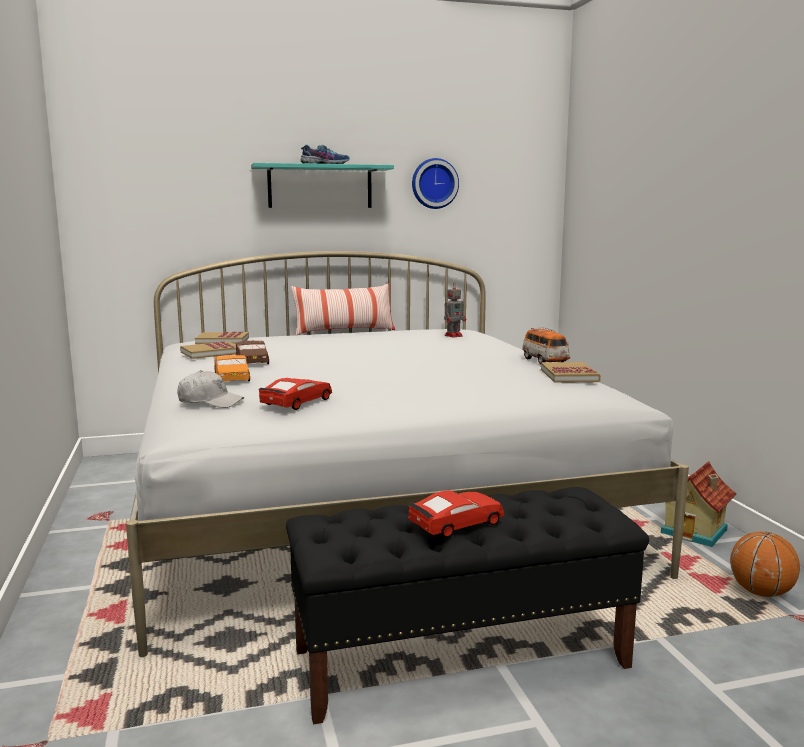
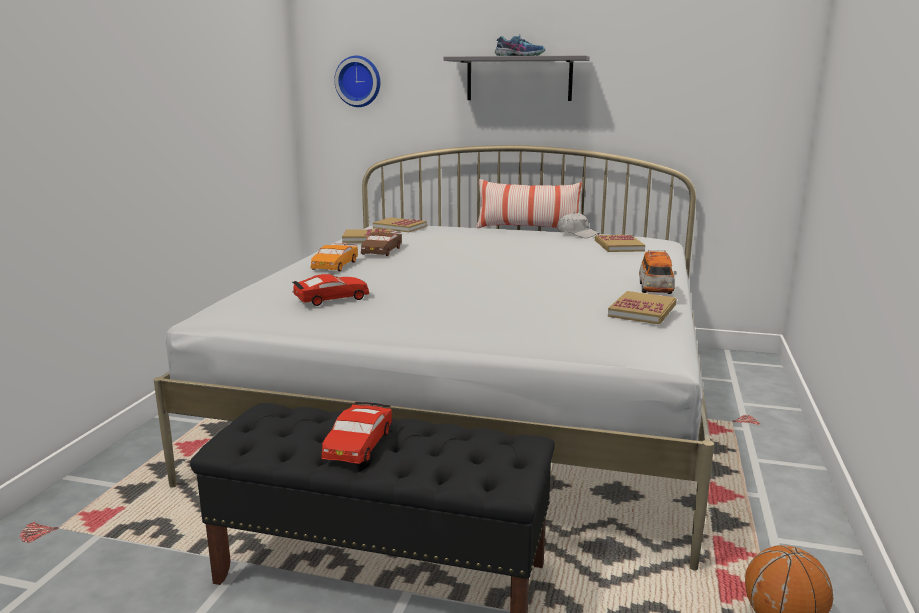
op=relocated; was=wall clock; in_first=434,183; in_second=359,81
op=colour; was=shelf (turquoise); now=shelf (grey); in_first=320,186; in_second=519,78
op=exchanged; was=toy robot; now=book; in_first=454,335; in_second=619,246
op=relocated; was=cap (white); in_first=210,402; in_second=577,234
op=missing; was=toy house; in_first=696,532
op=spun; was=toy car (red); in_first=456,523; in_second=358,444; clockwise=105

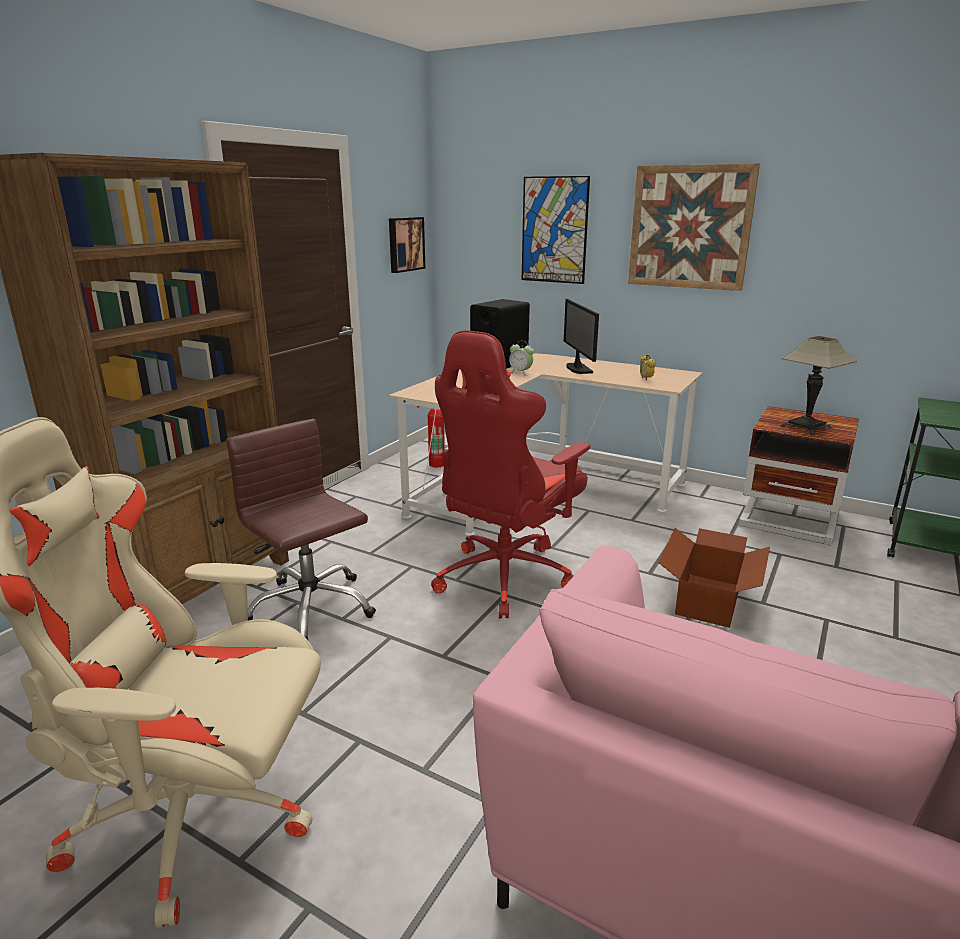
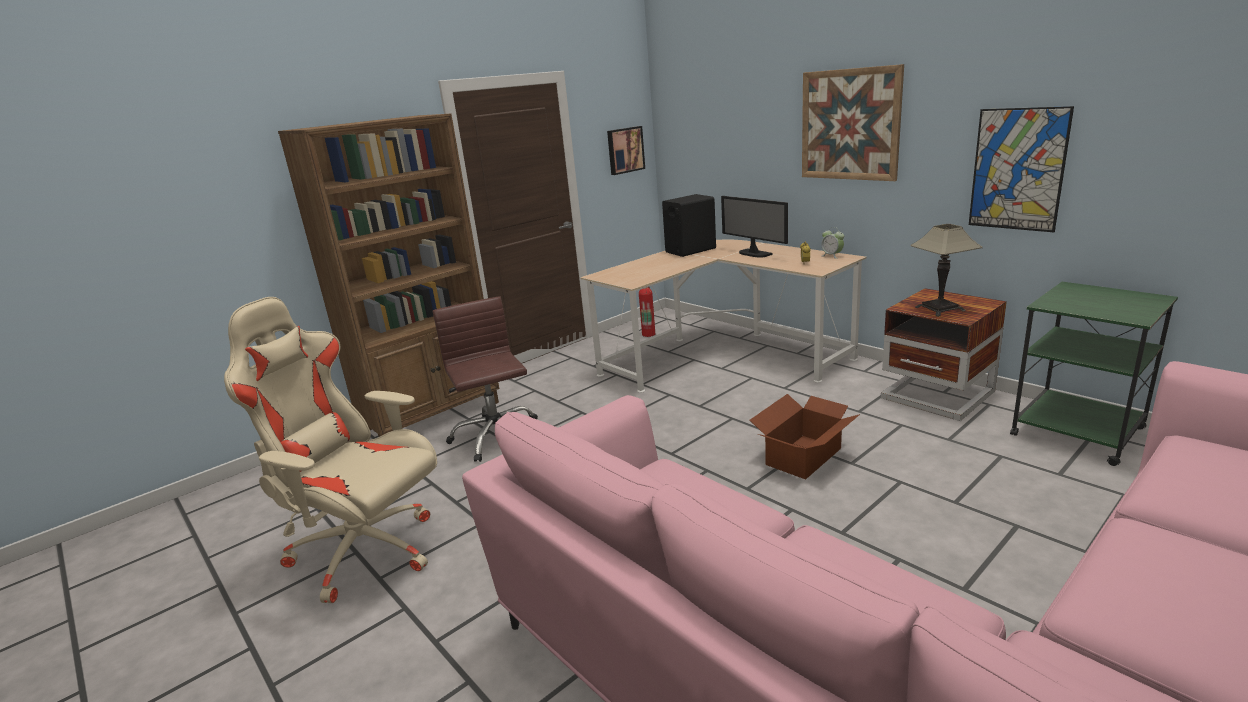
op=relocated; was=picture; in_first=554,230; in_second=1017,169
op=spun; was=monitor; in_first=578,369; in_second=754,254; clockwise=-45
op=missing; was=office chair (red); in_first=510,573
op=relocated; was=alarm clock; in_first=520,373; in_second=832,256

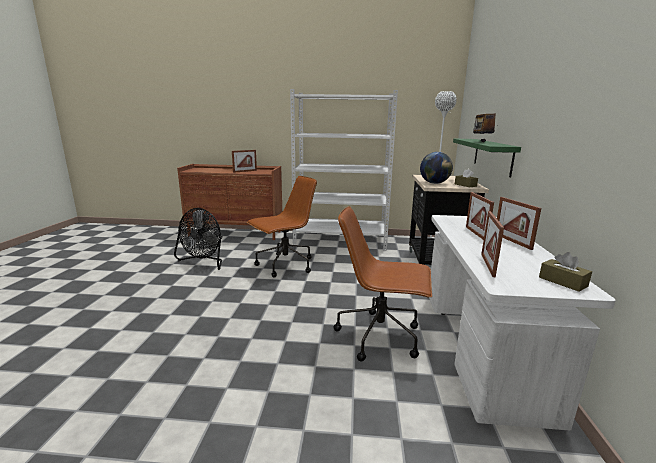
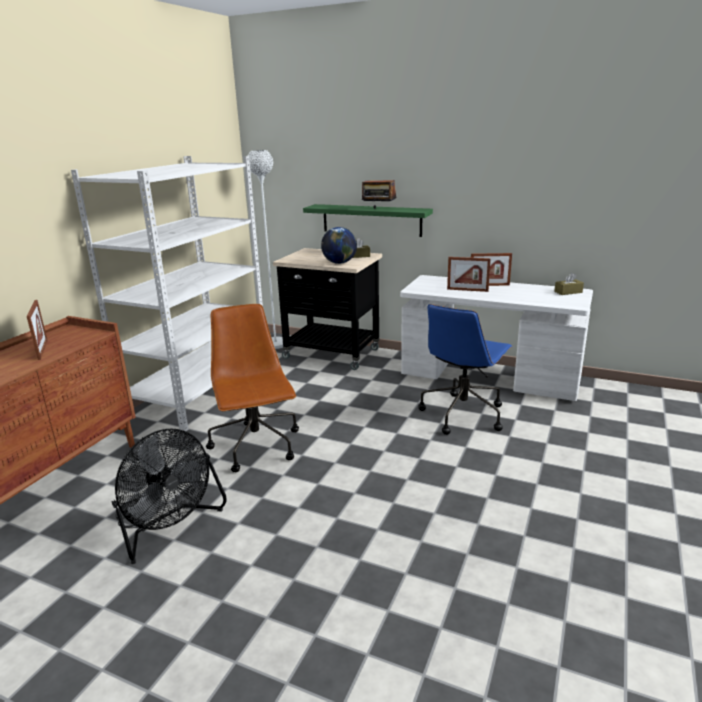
op=colour; was=office chair (brown); now=office chair (blue); in_first=380,336; in_second=463,414
op=missing; was=picture frame; in_first=487,265

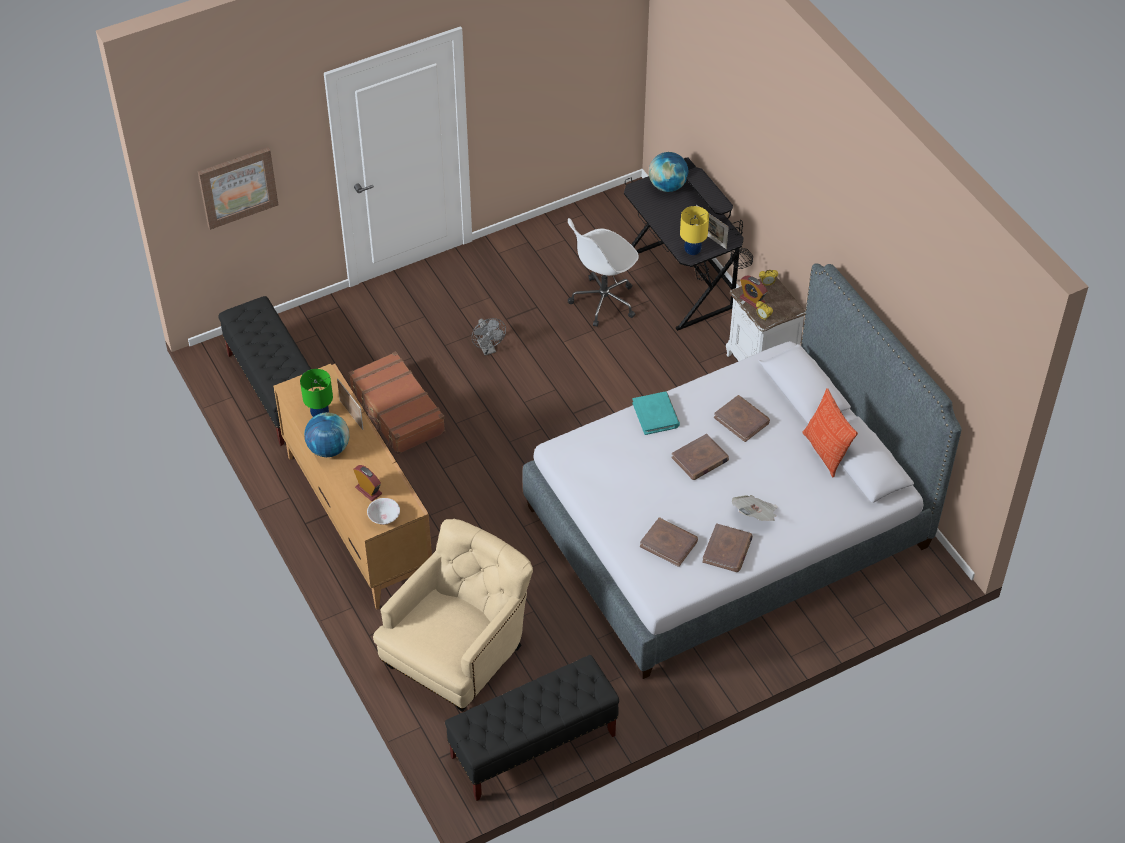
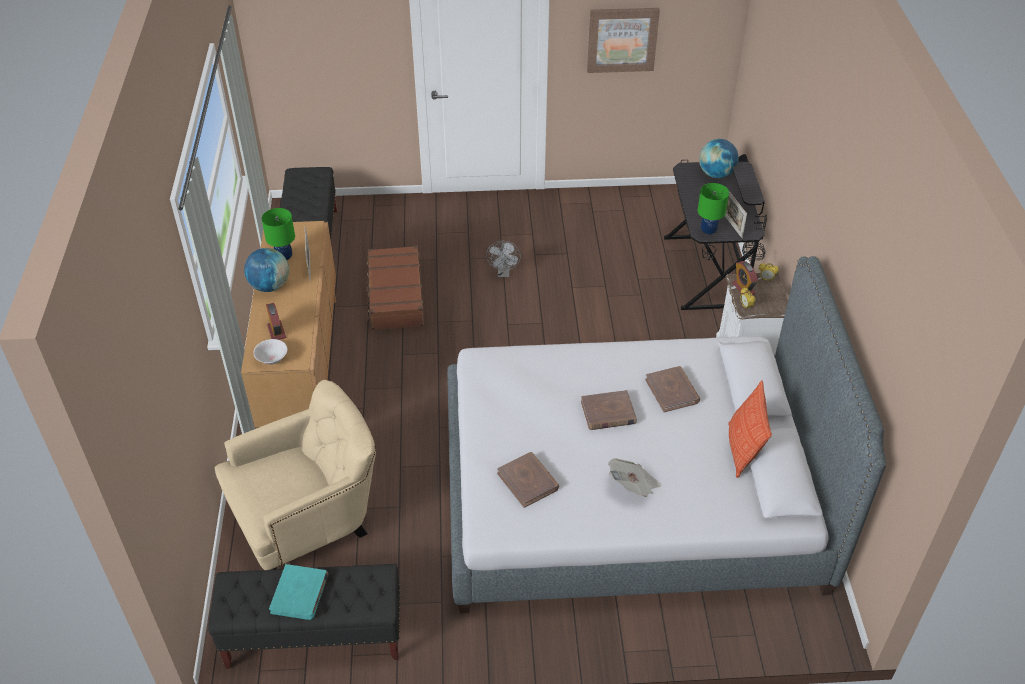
op=relocated; was=picture; in_first=237,187; in_second=622,39
op=colour; was=table lamp (yellow); now=table lamp (green); in_first=691,251; in_second=707,231
op=missing; was=office chair (white); in_first=602,303
op=relocated; was=book (turquoise); in_first=656,415; in_second=300,594
op=missing; was=book (brown); in_first=727,550

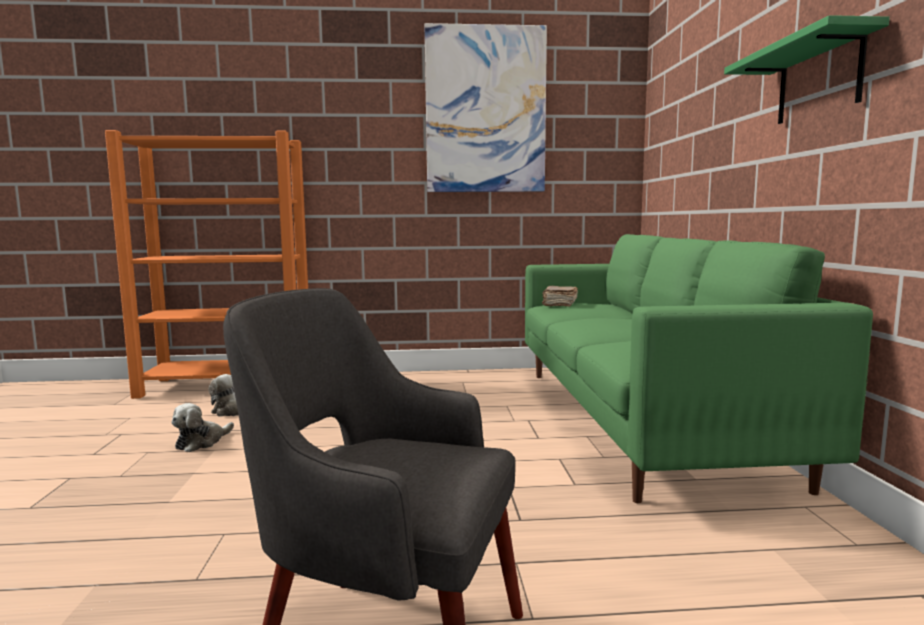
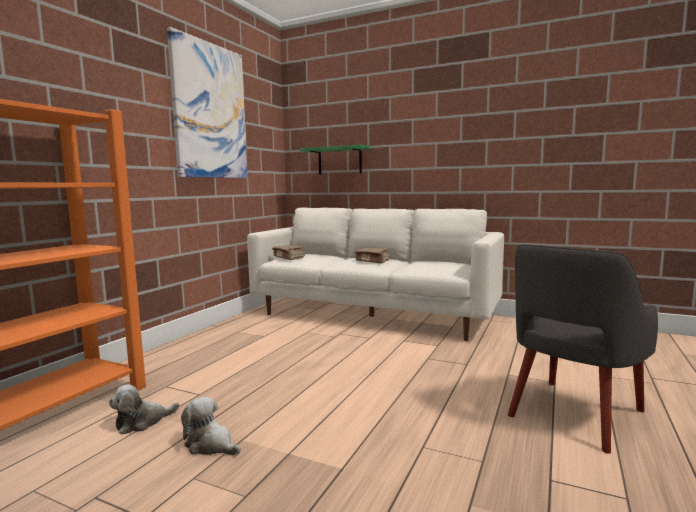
op=relocated; was=shelf (green); in_first=819,80; in_second=339,161
op=colour; was=sofa (green); now=sofa (white); in_first=636,420; in_second=373,315
op=spun; was=plush toy; in_first=201,442; in_second=211,445; clockwise=150
op=appeared; now=book (brown); in_second=372,261

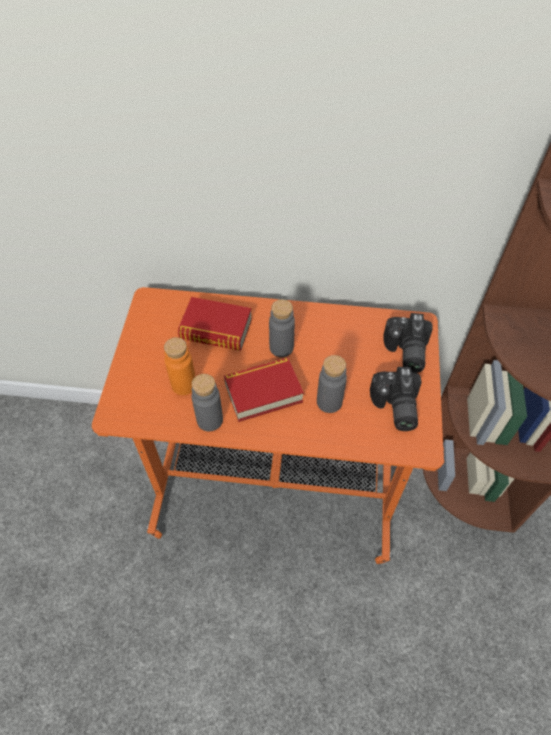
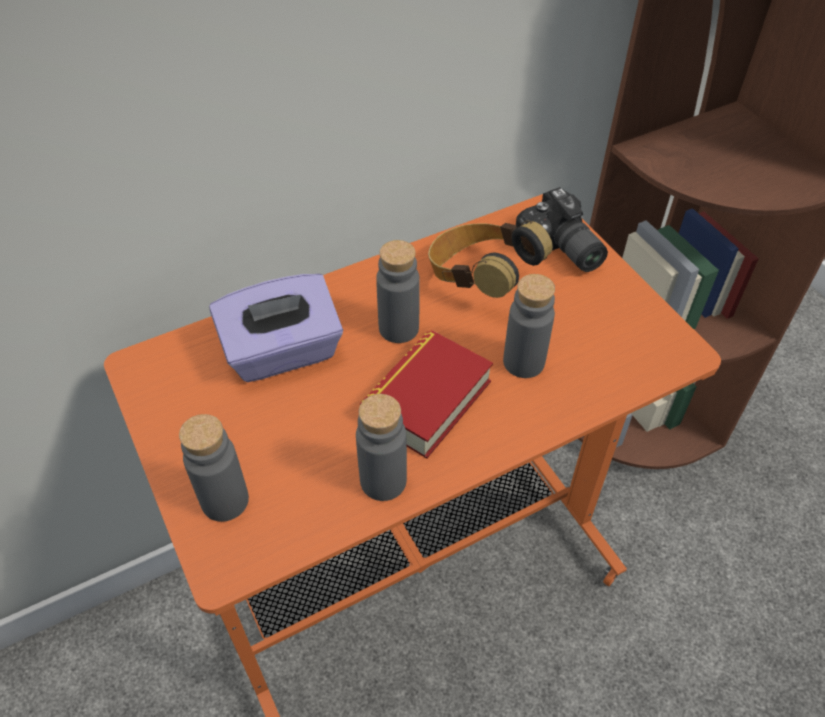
op=exchanged; was=book; now=tissue box (purple); in_first=216,329; in_second=283,353
op=missing; was=bottle (orange); in_first=184,384
op=missing; was=photo camera; in_first=394,408
op=appeared; now=headphones; in_second=480,279
op=appeared; now=bottle (grey); in_second=225,500

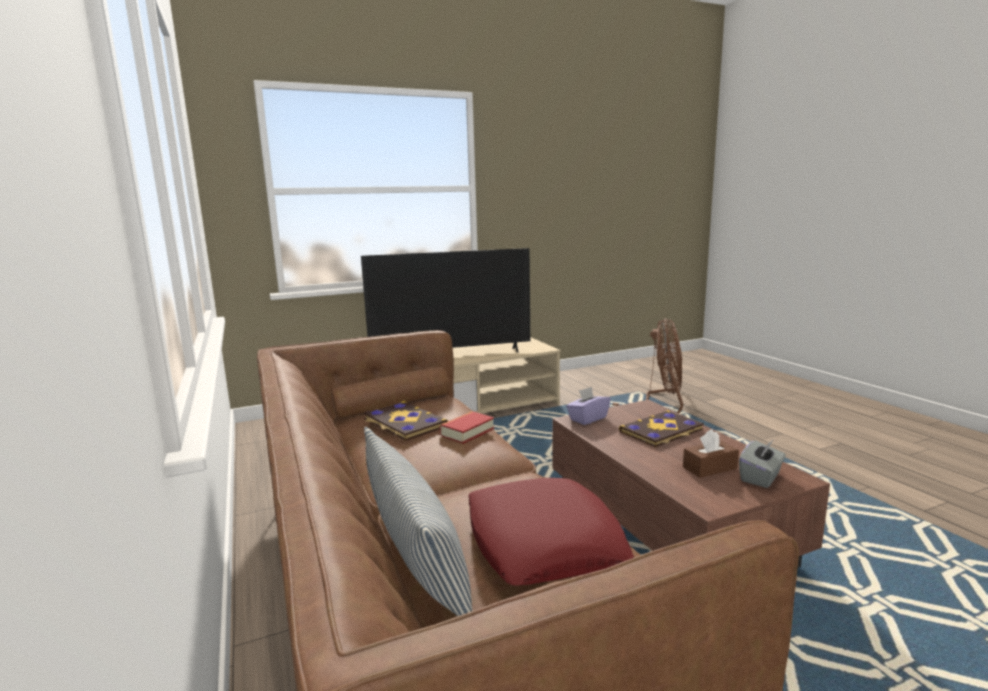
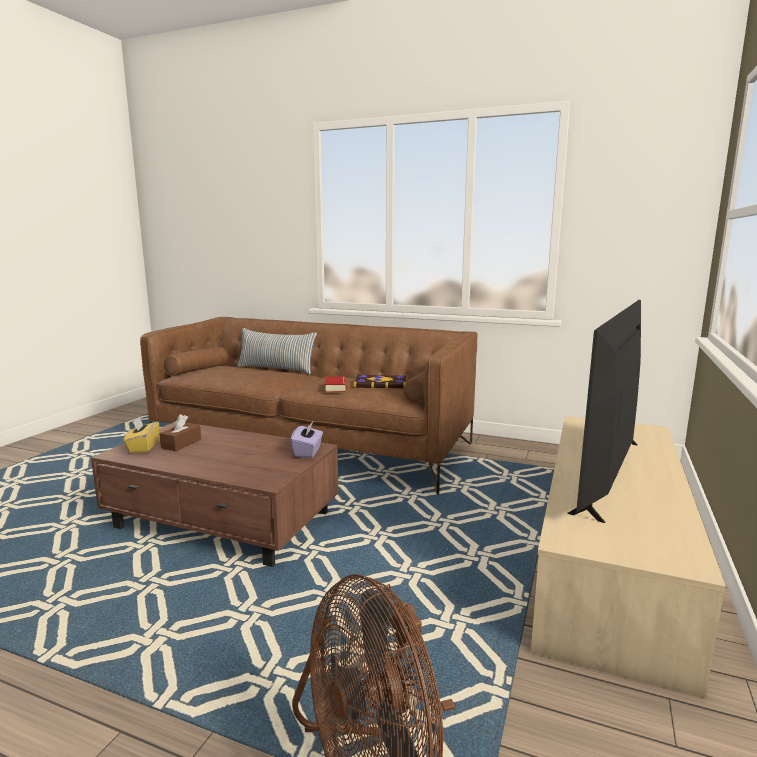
op=missing; was=book; in_first=662,431
op=colour; was=tissue box (grey); now=tissue box (yellow); in_first=761,477; in_second=143,447
op=missing; was=pillow (red); in_first=542,541

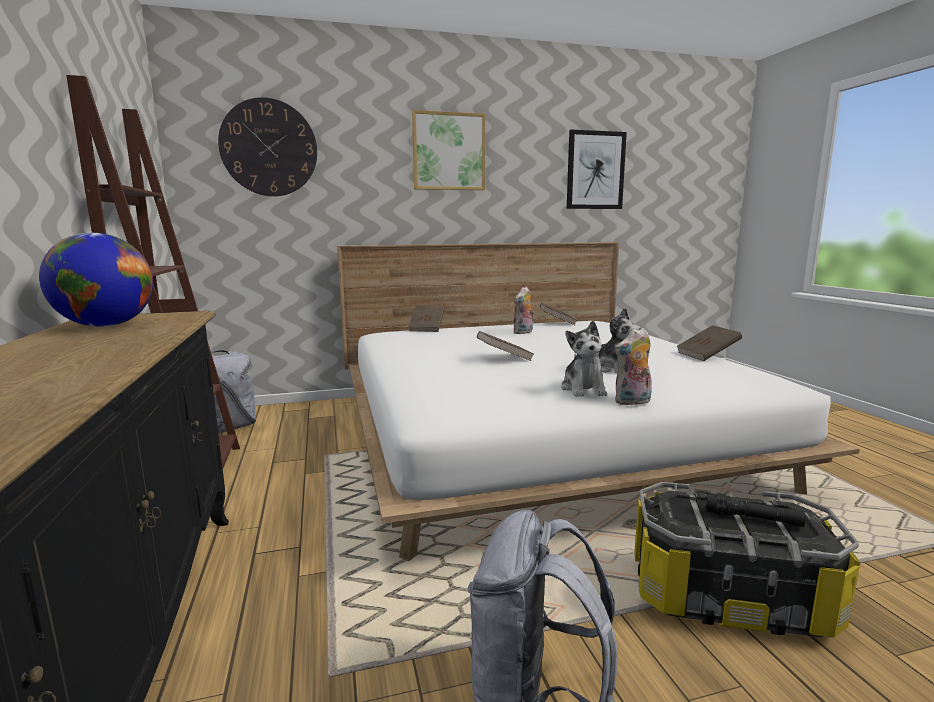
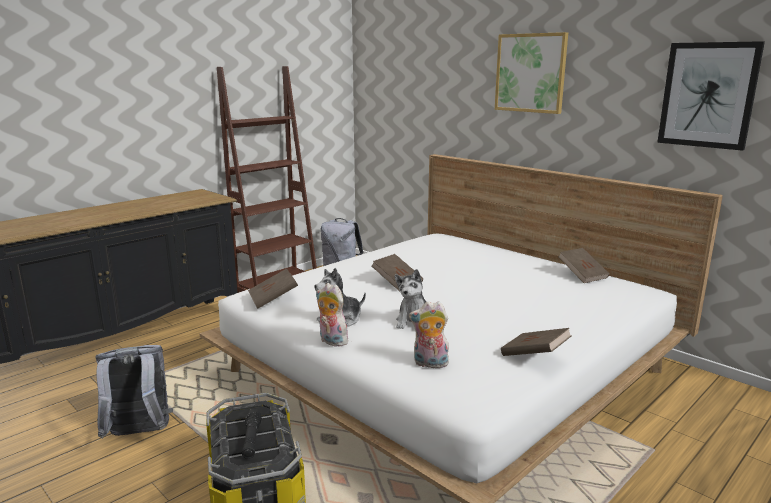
op=missing; was=wall clock; in_first=269,148
op=missing; was=globe; in_first=106,326
op=relocated; was=plush toy; in_first=523,332; in_second=429,364
op=relocated; was=book (brown); in_first=427,328; in_second=273,299

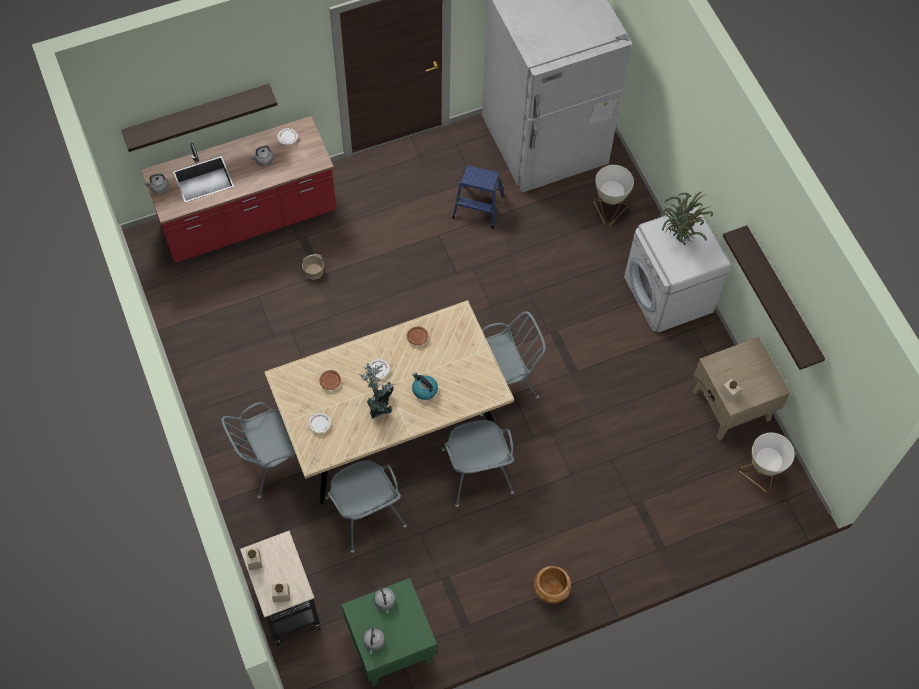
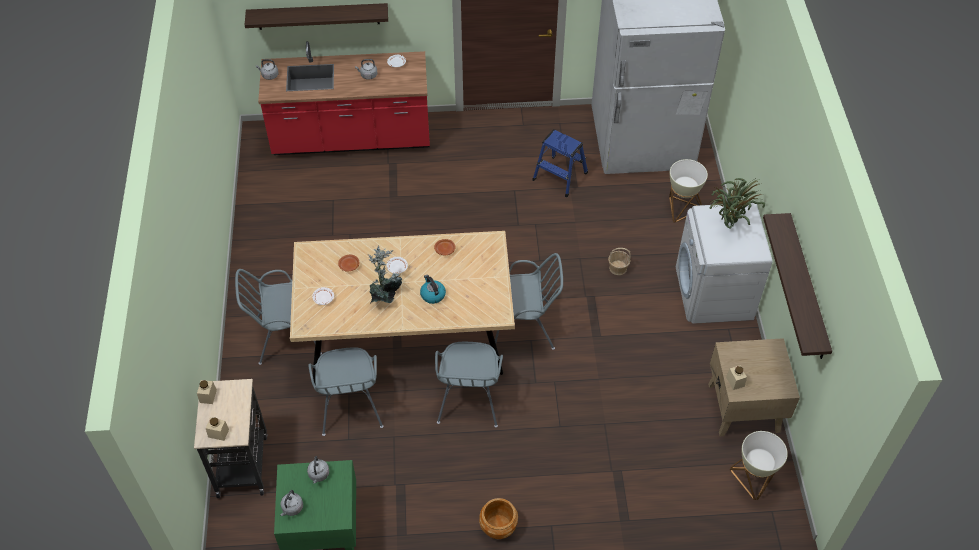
op=relocated; was=basket; in_first=313,271; in_second=617,268

